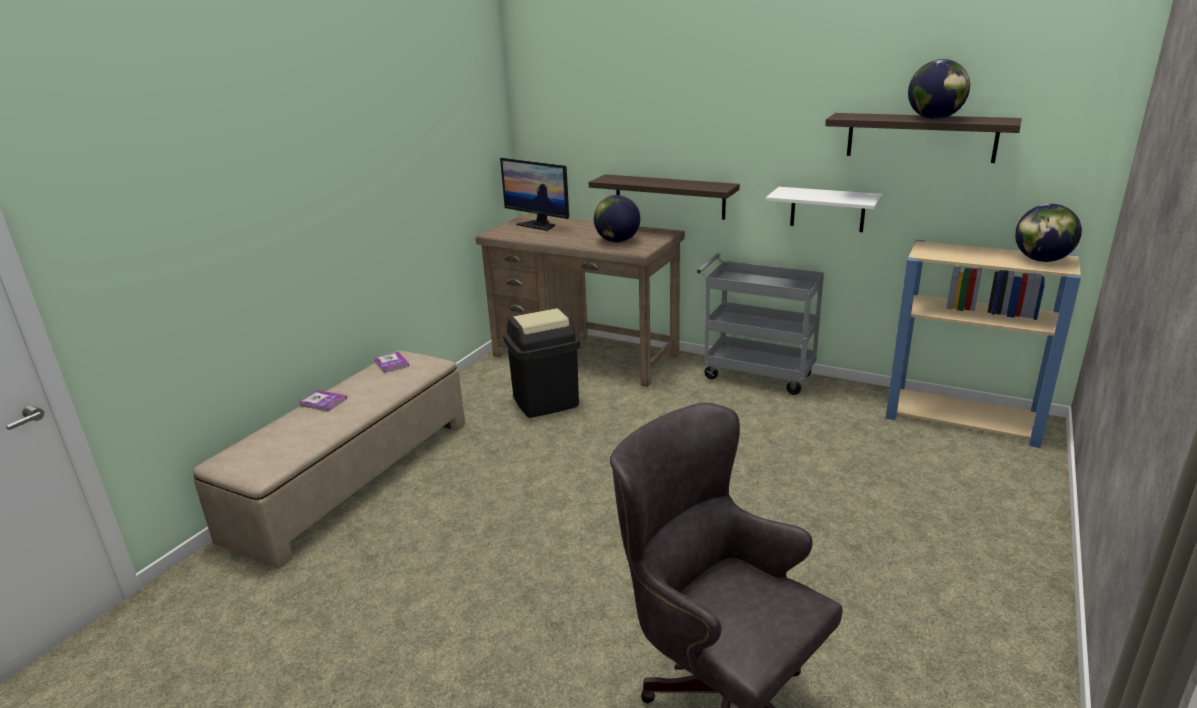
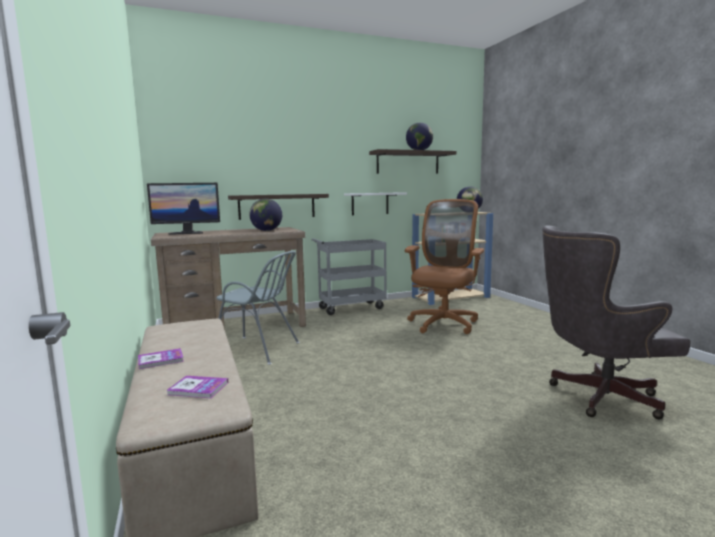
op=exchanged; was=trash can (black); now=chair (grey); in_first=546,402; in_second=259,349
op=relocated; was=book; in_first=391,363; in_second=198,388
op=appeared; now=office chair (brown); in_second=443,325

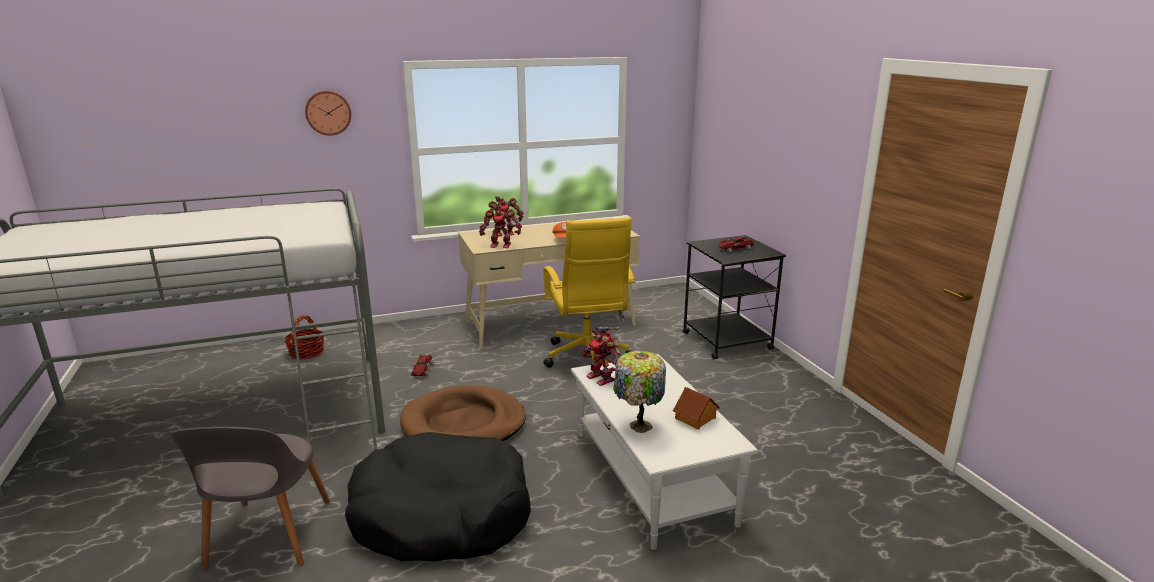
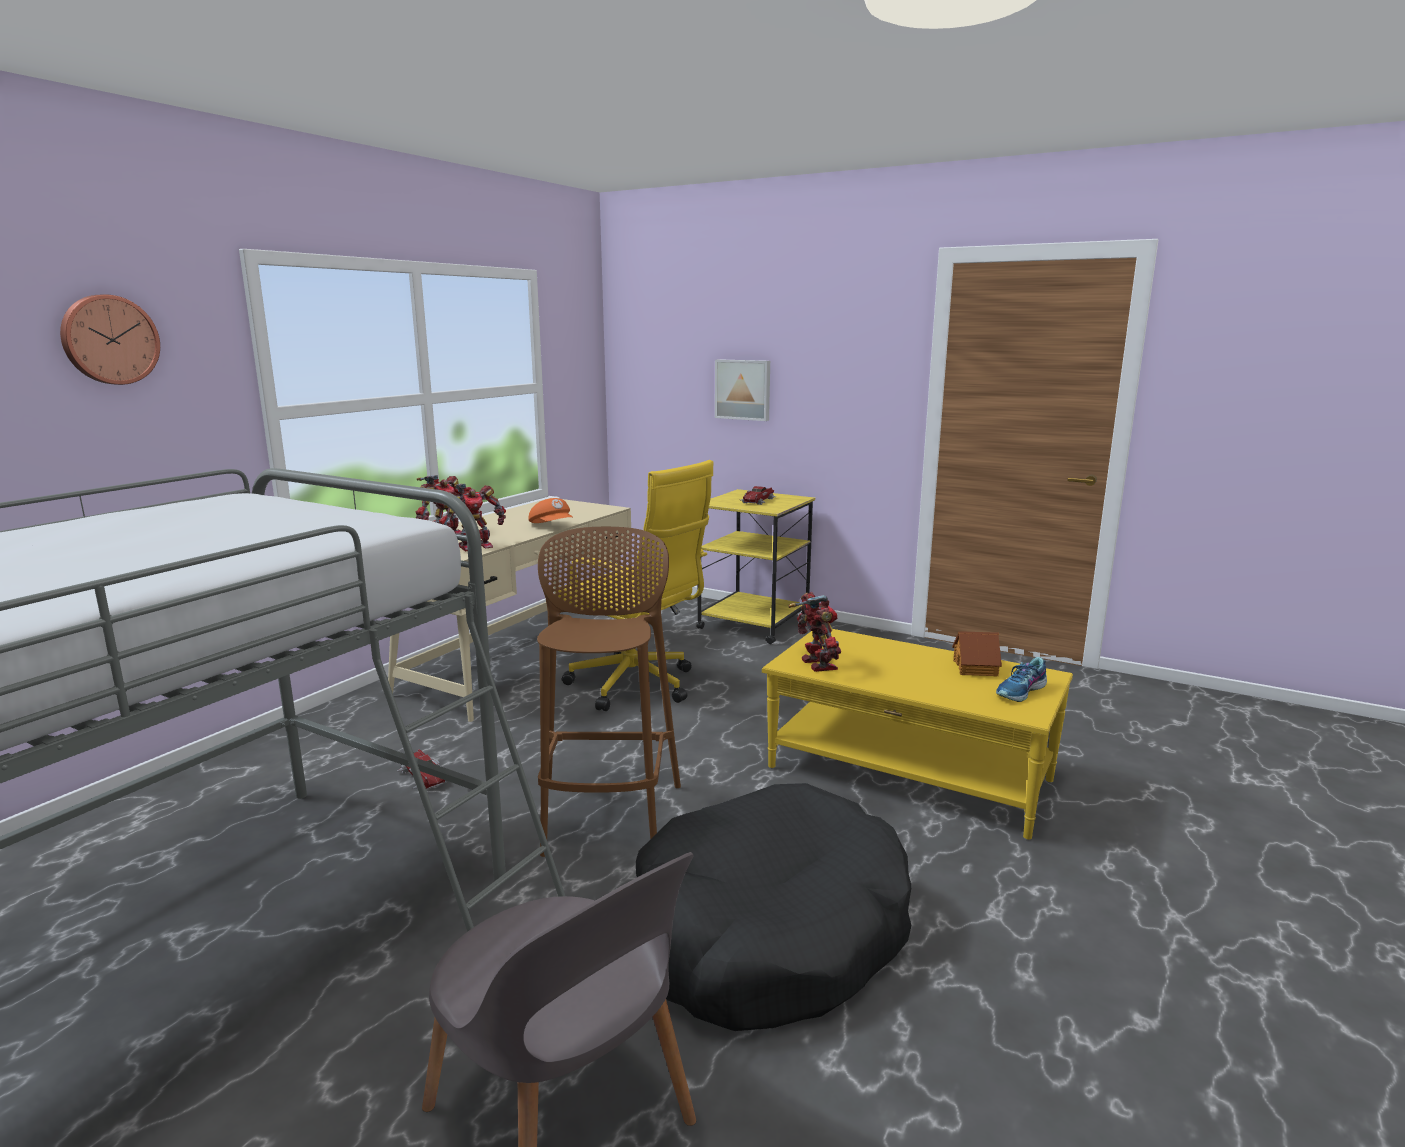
op=colour; was=cart (black); now=cart (yellow); in_first=727,342; in_second=755,624
op=missing; was=basket; in_first=306,352
op=spun; was=toy robot; in_first=602,378; in_second=816,665; clockwise=-120
op=missing; was=table lamp; in_first=638,425
op=colour; was=coffee table (white); now=coffee table (yellow); in_first=651,477; in_second=909,775
op=exchanged; was=dog bed (brown); now=stool (brown); in_first=464,424; in_second=607,816
op=appeared; now=picture; in_second=743,389
op=appeared; now=shoe; in_second=1021,692

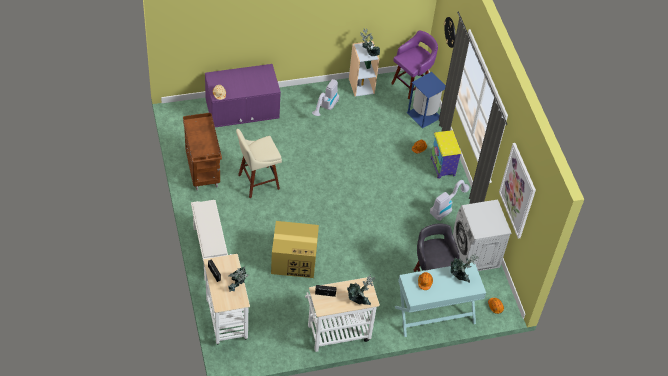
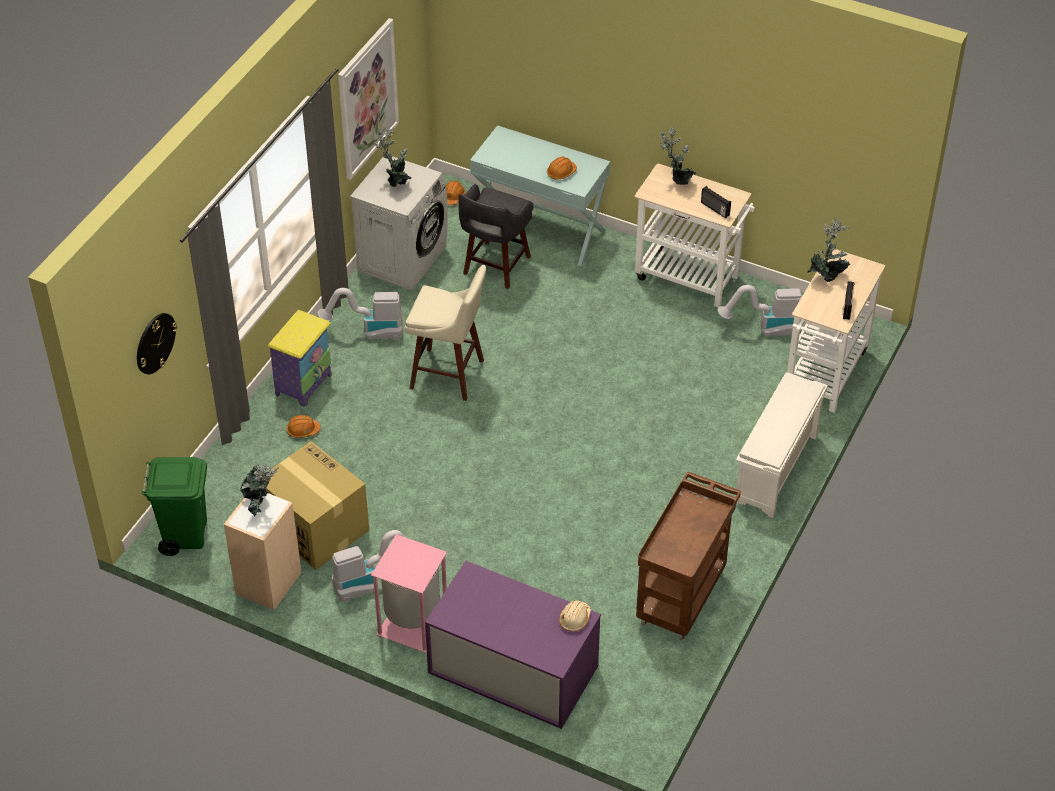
op=exchanged; was=stool (purple); now=trash can (green); in_first=411,84; in_second=185,534
op=missing; was=trash can (blue); in_first=424,115
op=relocated; was=stool (beige); in_first=257,182; in_second=449,375
op=relocated; was=cardboard box; in_first=294,260; in_second=314,527
op=relocated; was=potted plant; in_first=460,276; in_second=396,182
op=appeared; now=vacuum cleaner; in_second=765,329
op=appeared; now=trash can (pink); in_second=411,624

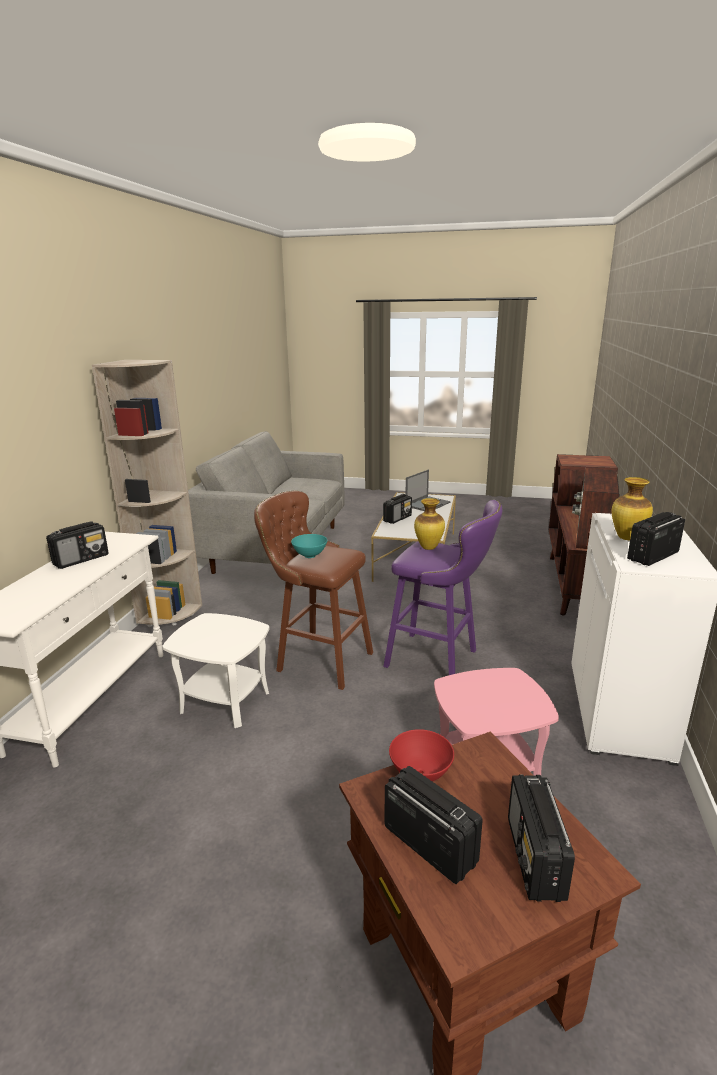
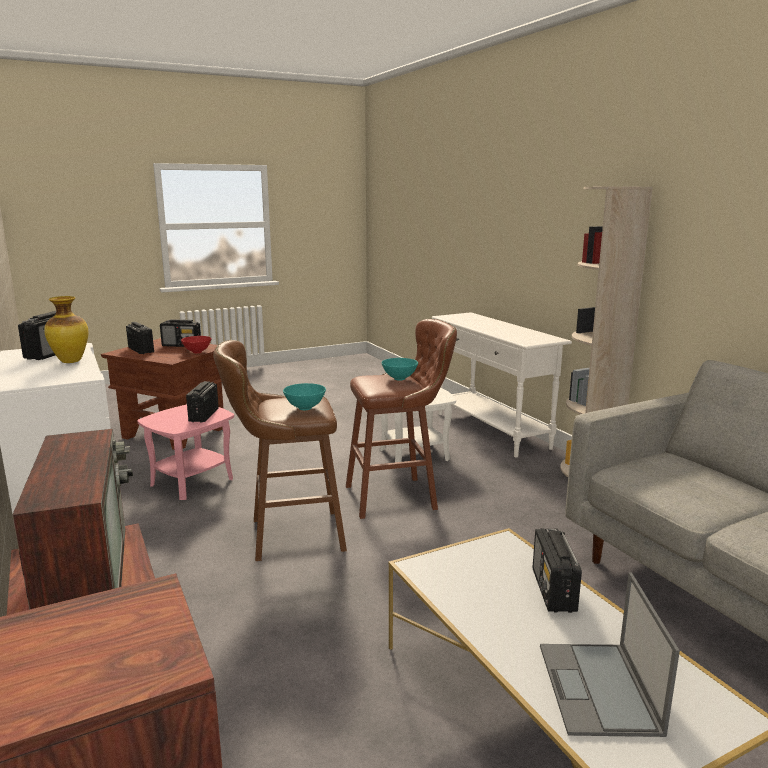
op=exchanged; was=vase; now=bowl (turquoise); in_first=429,548; in_second=305,408
op=colour; was=stool (purple); now=stool (brown); in_first=441,661; in_second=284,536
op=relocated; was=radio; in_first=81,559; in_second=203,415

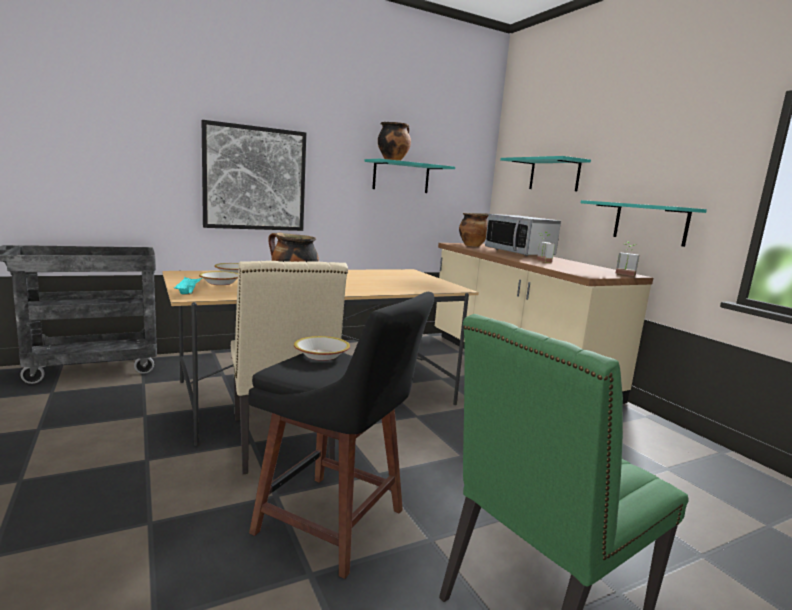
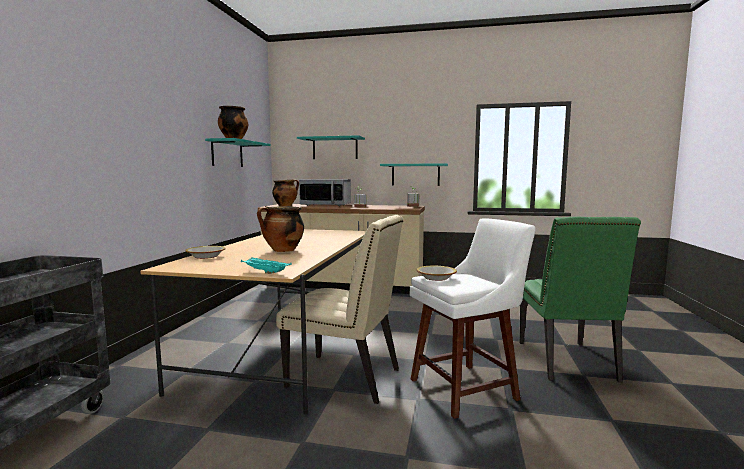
op=missing; was=picture; in_first=255,178
op=missing; was=bowl; in_first=220,283
op=colour; was=stool (black); now=stool (white); in_first=335,524; in_second=467,388

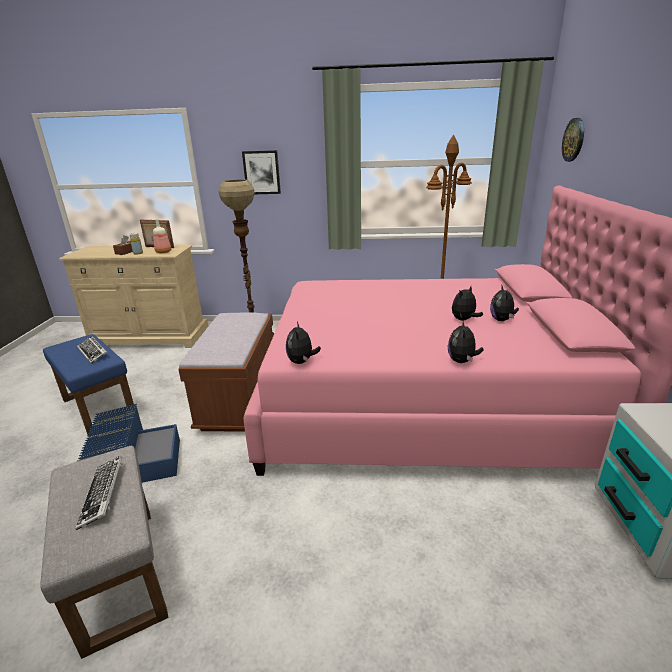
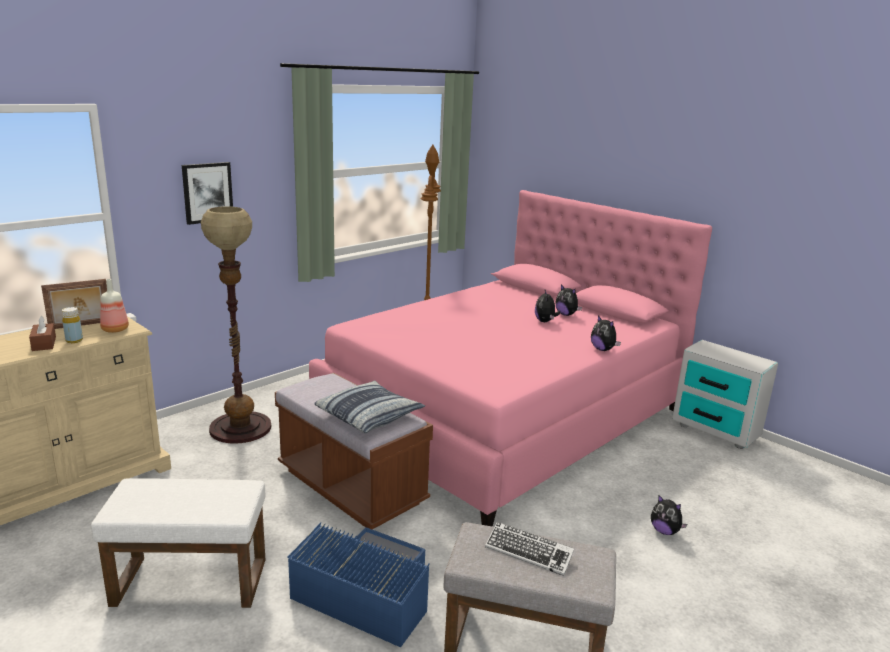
op=missing; was=wall clock; in_first=574,140
op=relocated; was=plush toy; in_first=302,362; in_second=665,531
op=colour; was=ottoman (blue); now=ottoman (white); in_first=100,407; in_second=193,581
op=missing; was=keyboard; in_first=93,352
op=appeared; now=pillow; in_second=369,415

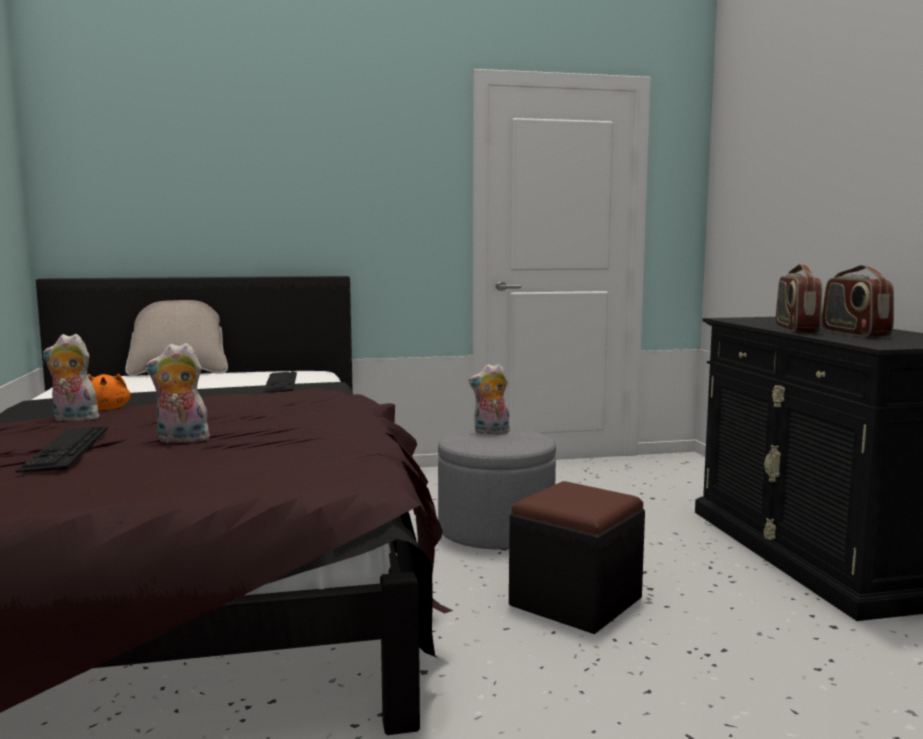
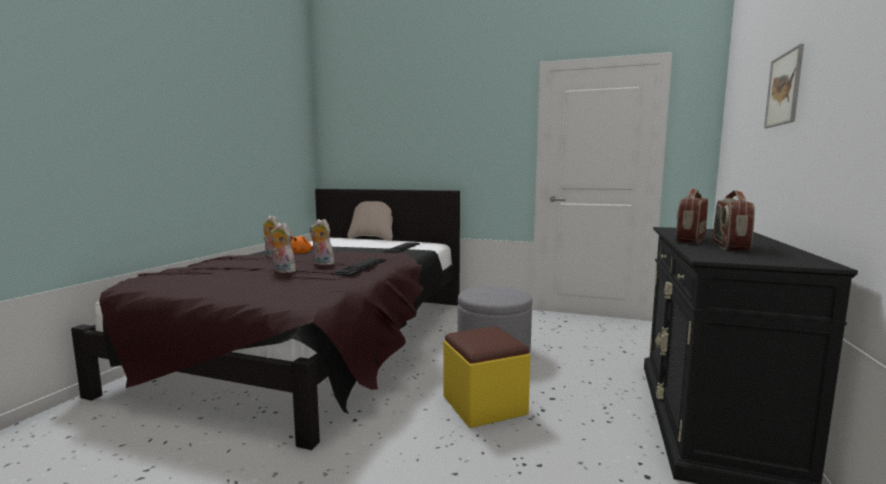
op=relocated; was=plush toy; in_first=491,432; in_second=321,264
op=relocated; was=keyboard; in_first=66,448; in_second=360,267
op=colour; was=ottoman (black); now=ottoman (yellow); in_first=575,602; in_second=484,405
op=appeared; now=picture; in_second=784,89

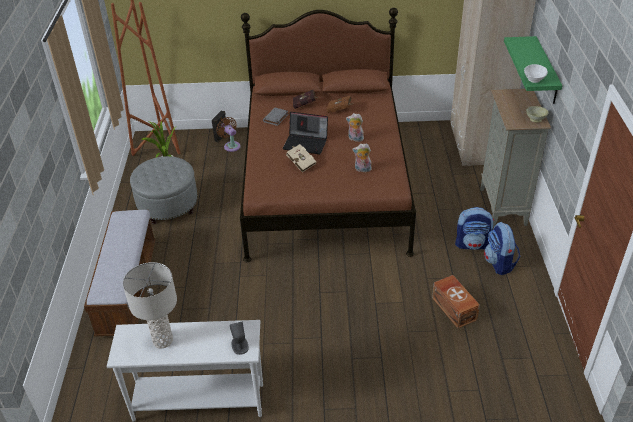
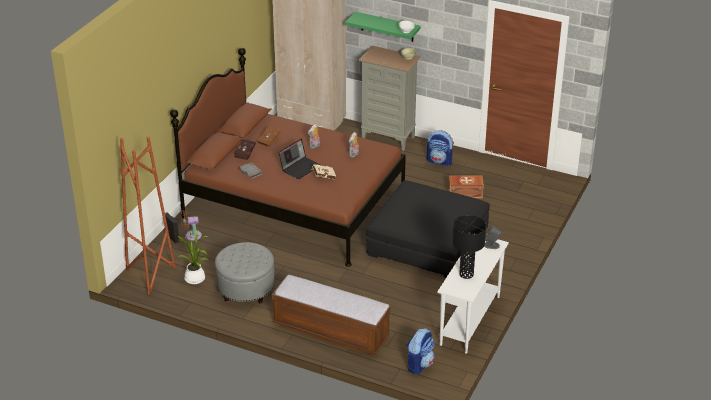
op=relocated; was=backpack; in_first=472,244; in_second=419,364
op=colour; was=table lamp (white); now=table lamp (black); in_first=162,340; in_second=466,274
op=appeared; now=ottoman (black); in_second=427,242

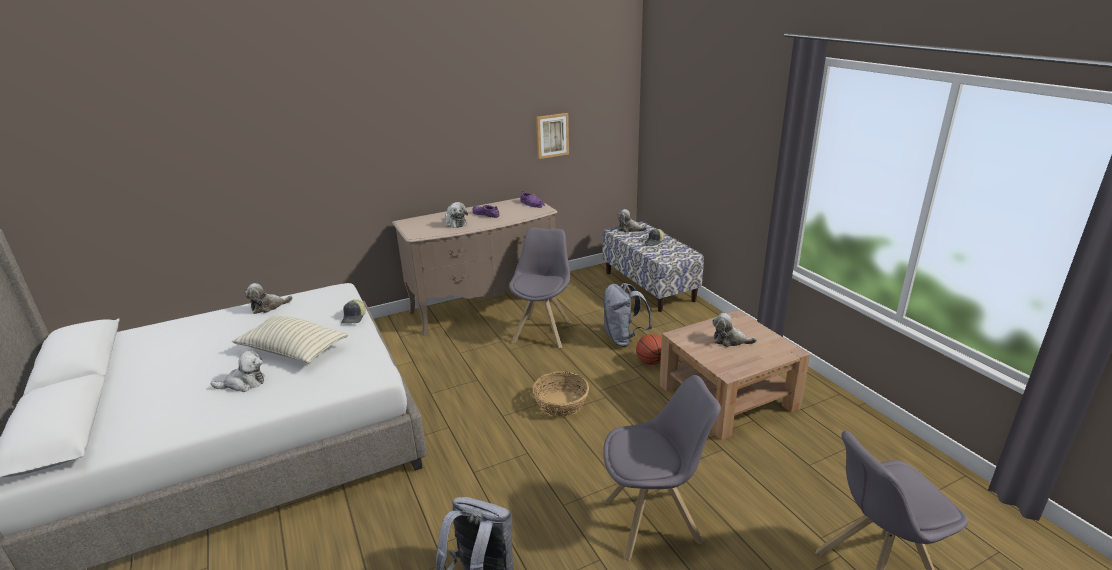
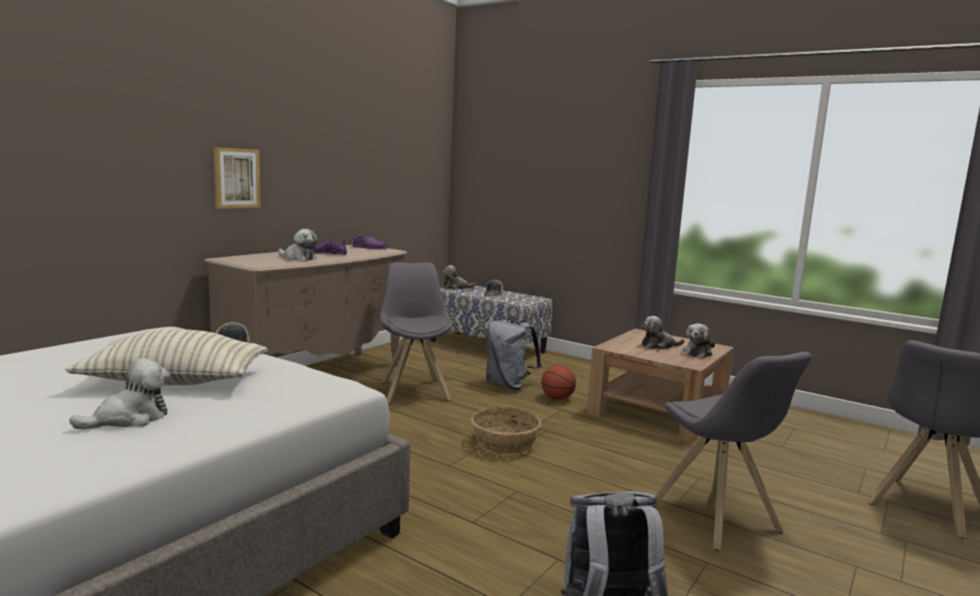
op=relocated; was=picture; in_first=552,135; in_second=236,178
op=relocated; was=plush toy; in_first=268,307; in_second=698,352
op=spun; was=chair (grey); in_first=653,522; in_second=716,517; clockwise=105

